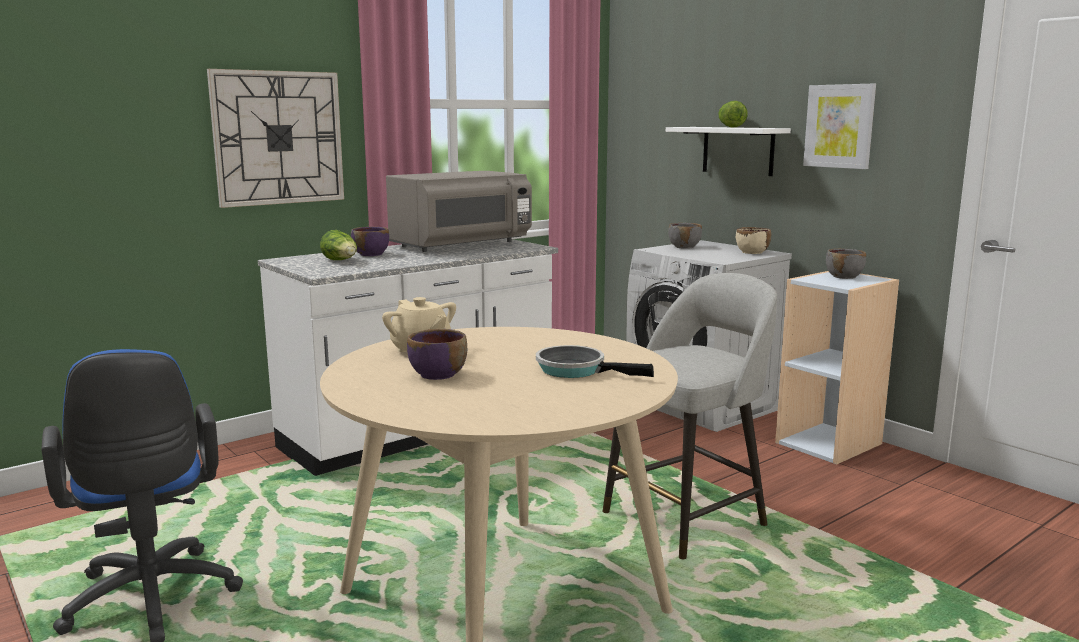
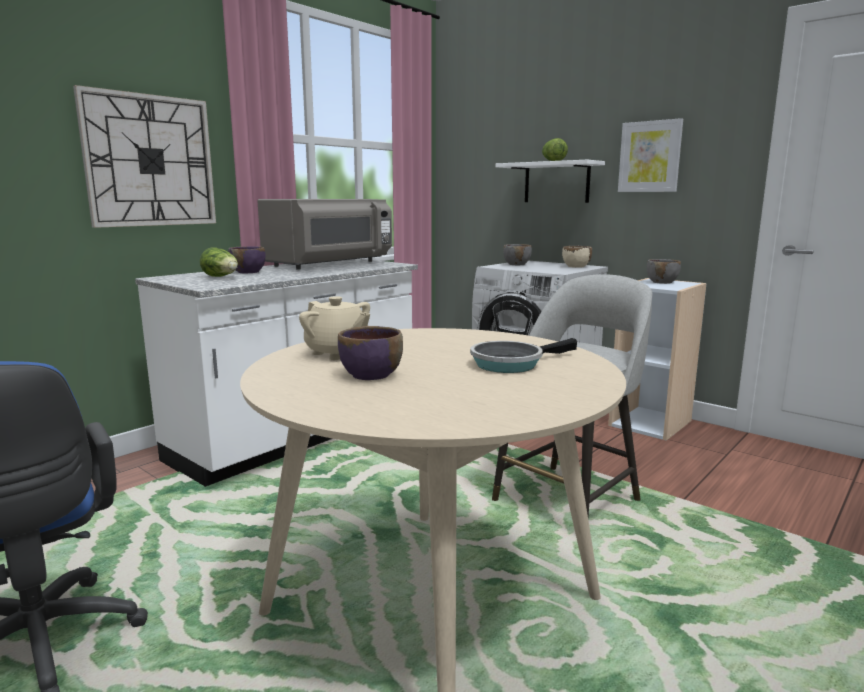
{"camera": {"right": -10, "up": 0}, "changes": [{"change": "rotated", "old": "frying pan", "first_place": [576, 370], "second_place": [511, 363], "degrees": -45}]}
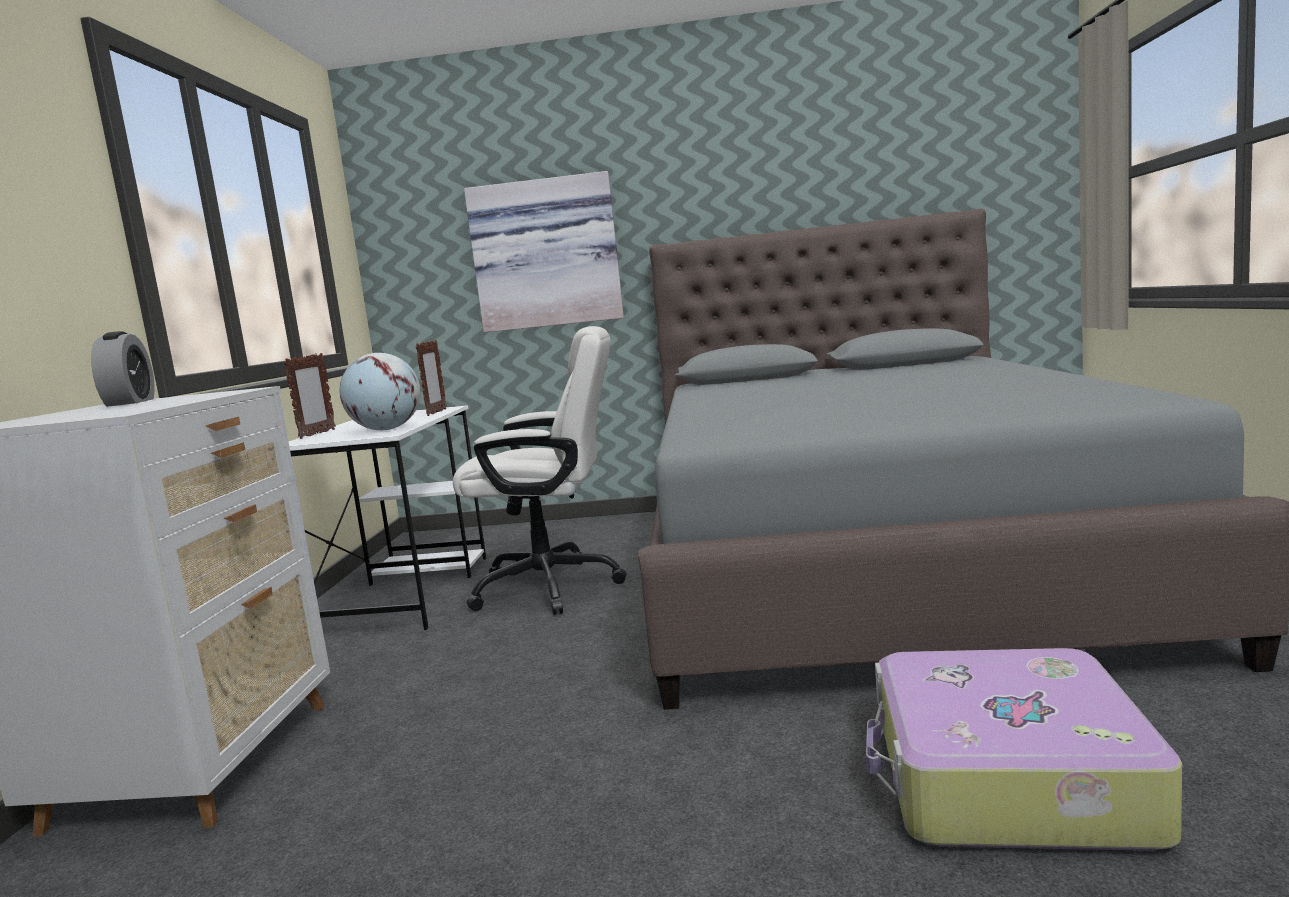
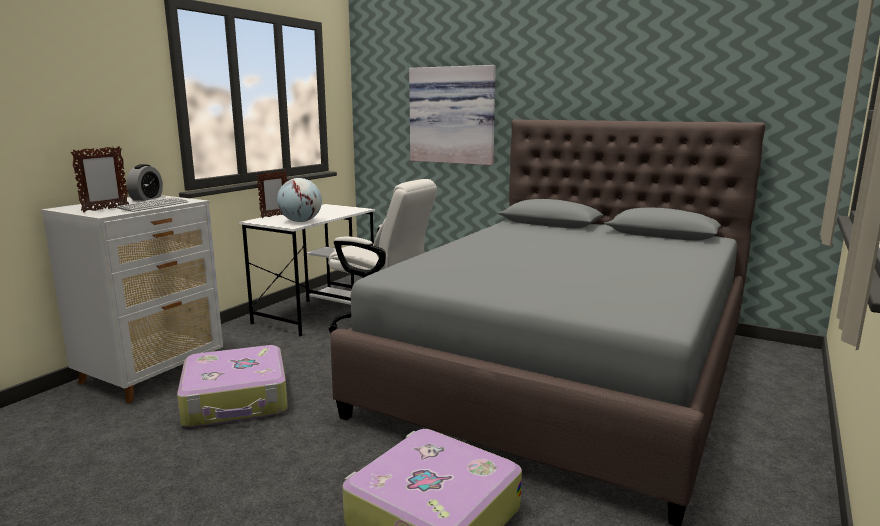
{"camera": {"right": 25, "up": 5}, "changes": [{"change": "shifted", "old": "picture frame", "first_place": [436, 412], "second_place": [105, 209]}, {"change": "new", "new": "keyboard", "second_place": [154, 206]}, {"change": "new", "new": "suitcase", "second_place": [237, 400]}]}
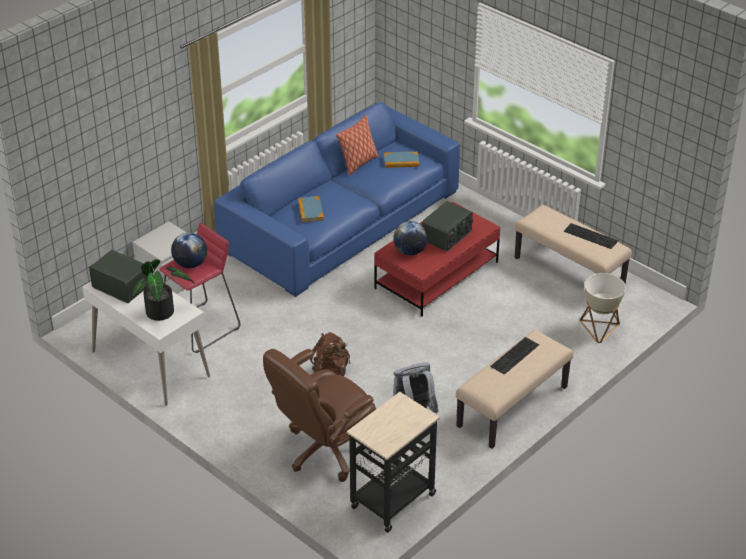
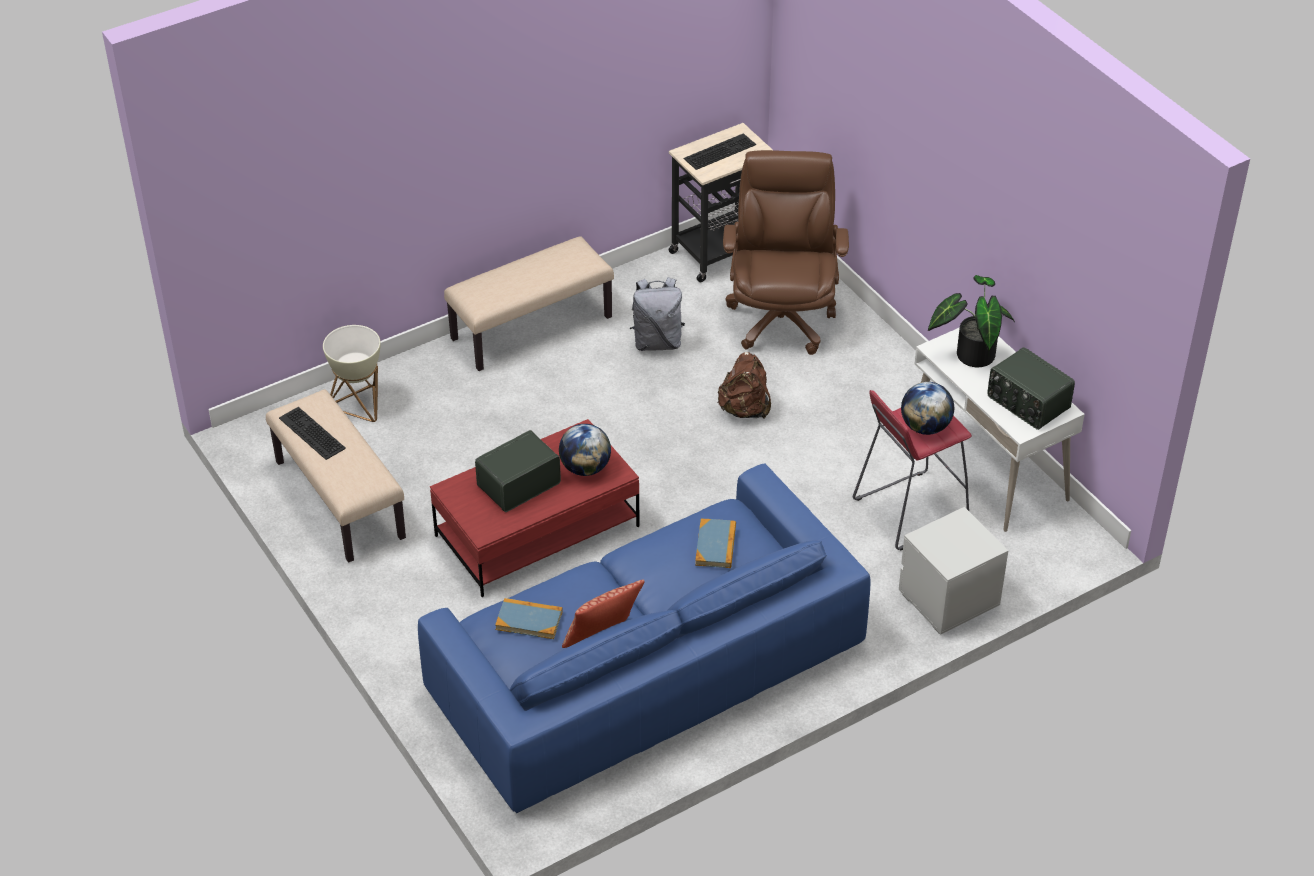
{"camera": {"right": -165, "up": 5}, "changes": [{"change": "shifted", "old": "keyboard", "first_place": [515, 356], "second_place": [719, 150]}, {"change": "rotated", "old": "brown office chair", "first_place": [323, 451], "second_place": [782, 318], "degrees": -60}]}
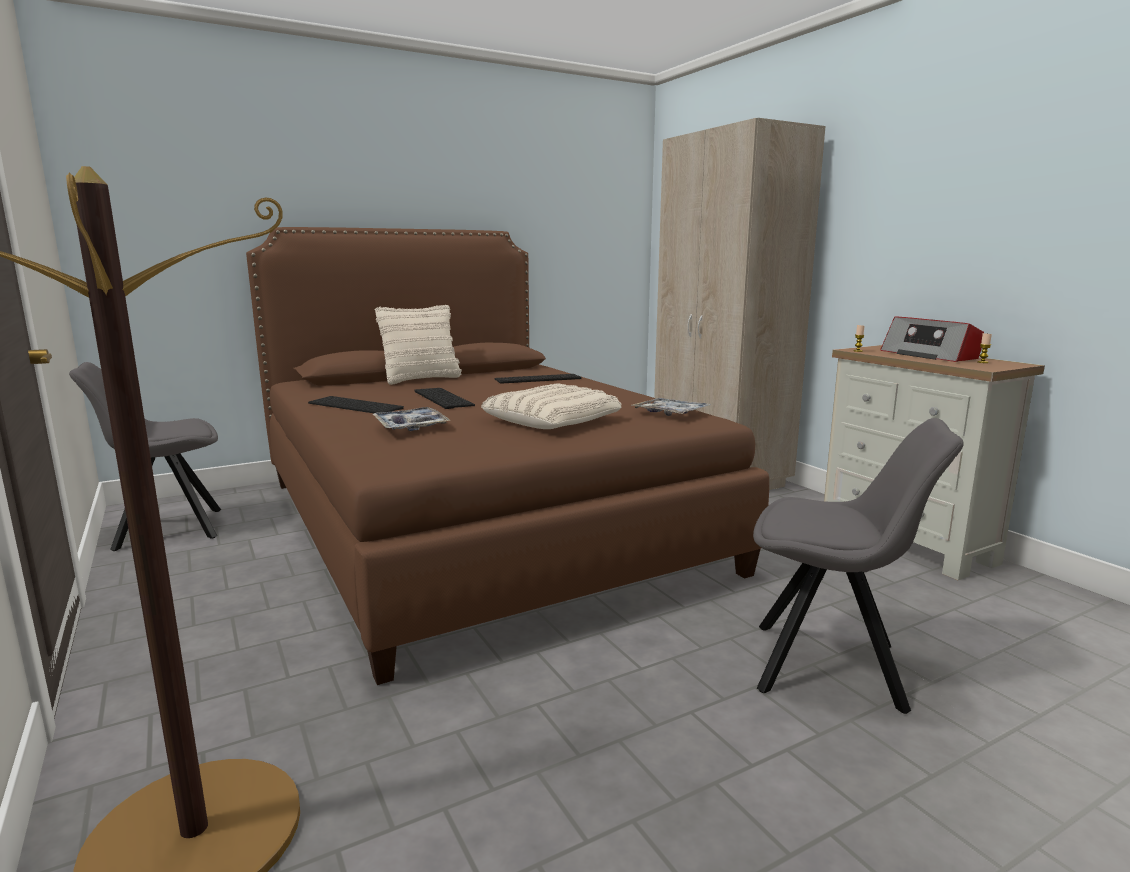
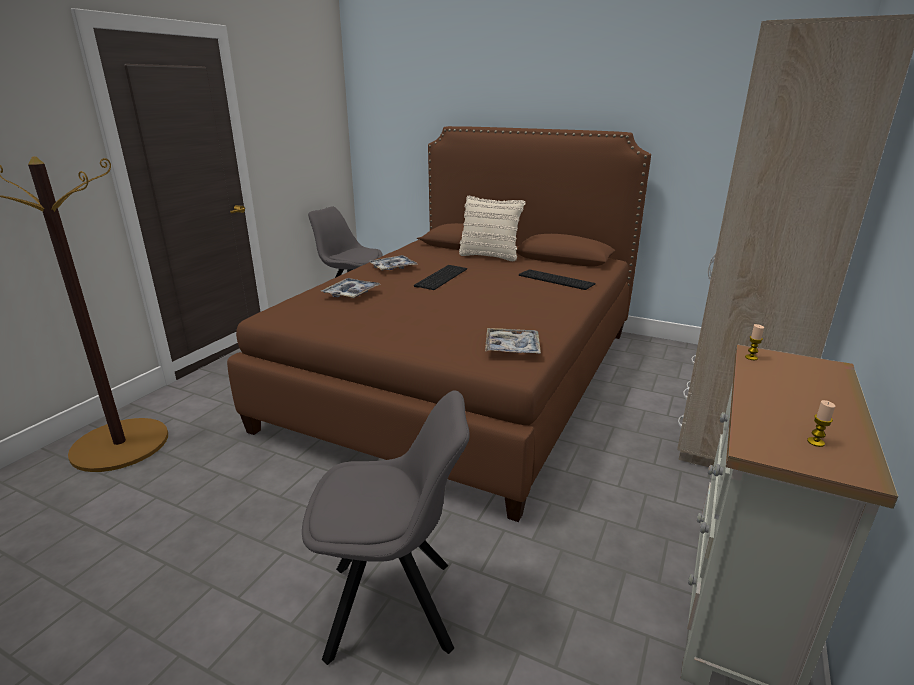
{"camera": {"right": 55, "up": 10}, "changes": [{"change": "gone", "old": "radio", "first_place": [930, 355]}, {"change": "gone", "old": "beige pillow", "first_place": [552, 421]}, {"change": "swapped", "old": "keyboard", "new": "tray", "first_place": [357, 405], "second_place": [393, 267]}, {"change": "rotated", "old": "grey chair", "first_place": [829, 667], "second_place": [392, 608], "degrees": -75}]}
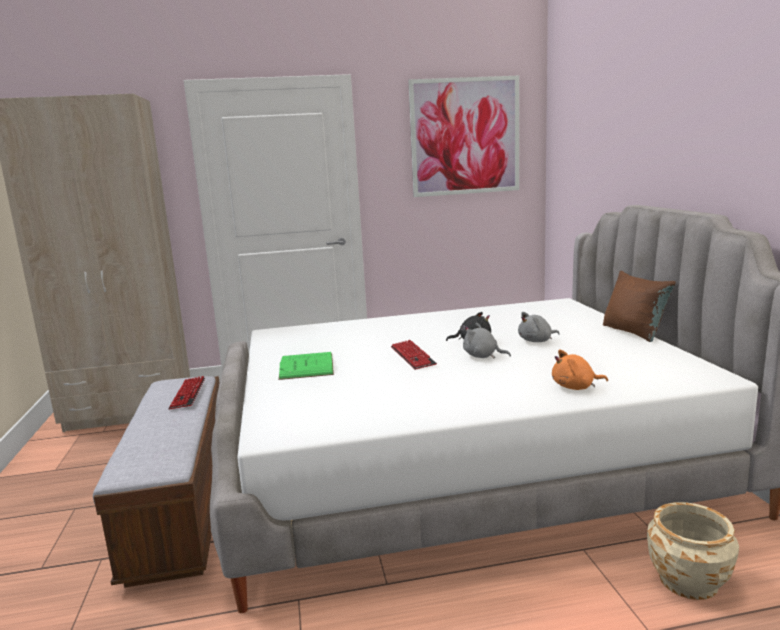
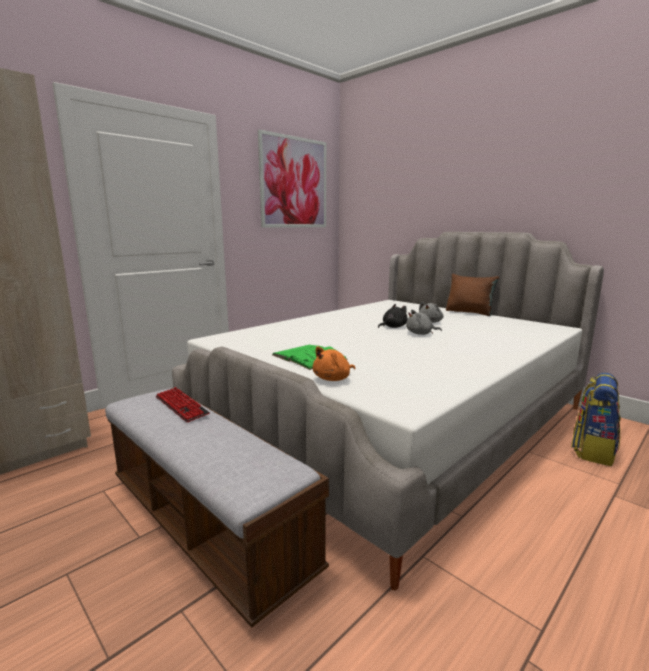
{"camera": {"right": -35, "up": 0}, "changes": [{"change": "gone", "old": "keyboard", "first_place": [412, 356]}, {"change": "shifted", "old": "orange plush toy", "first_place": [575, 387], "second_place": [333, 379]}, {"change": "swapped", "old": "beige planter", "new": "backpack", "first_place": [688, 580], "second_place": [592, 450]}]}
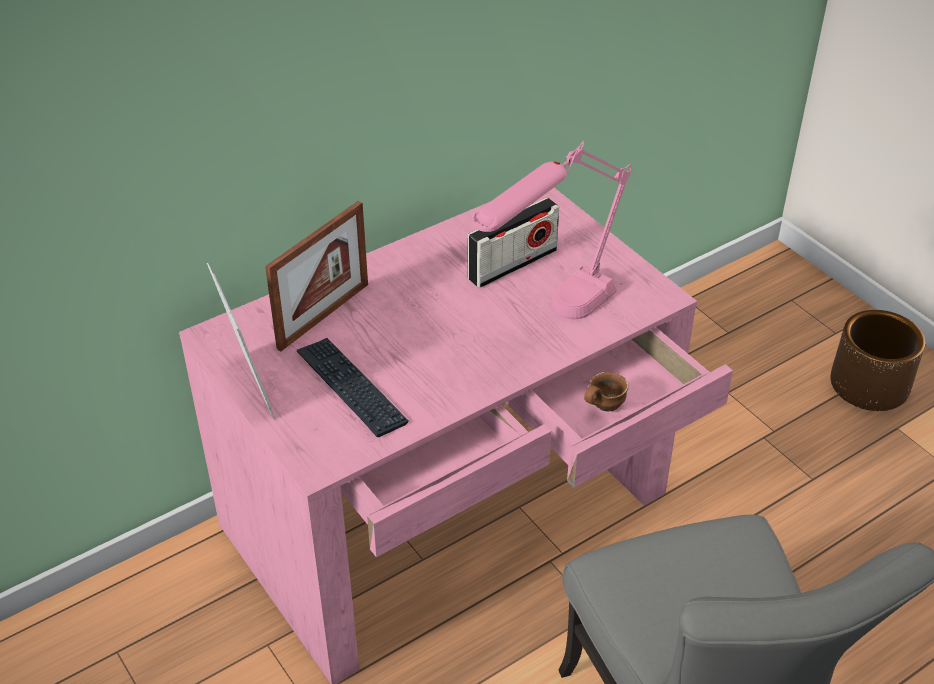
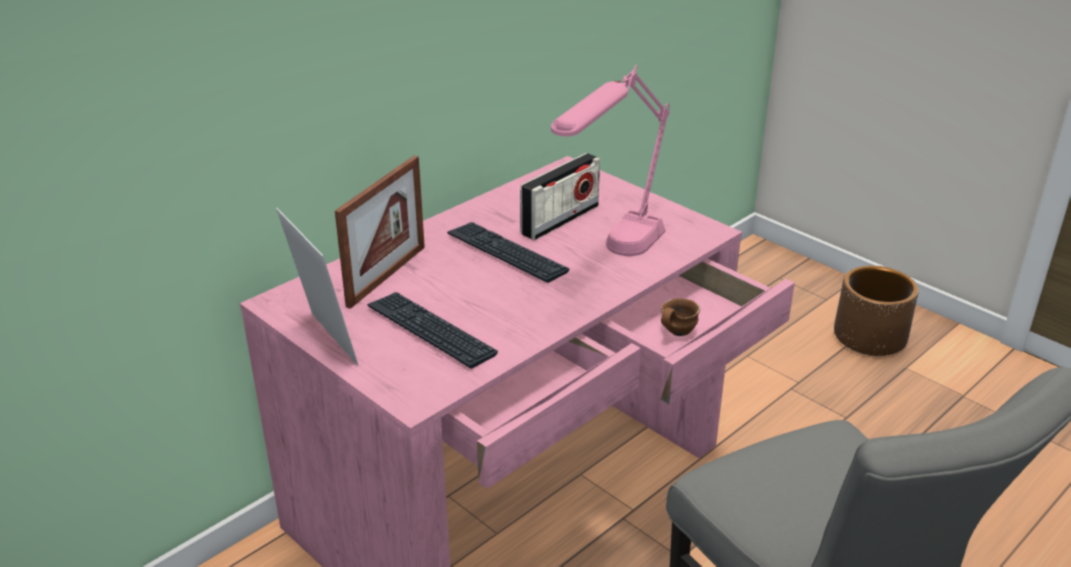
{"camera": {"right": -10, "up": -10}, "changes": [{"change": "new", "new": "keyboard", "second_place": [506, 253]}]}
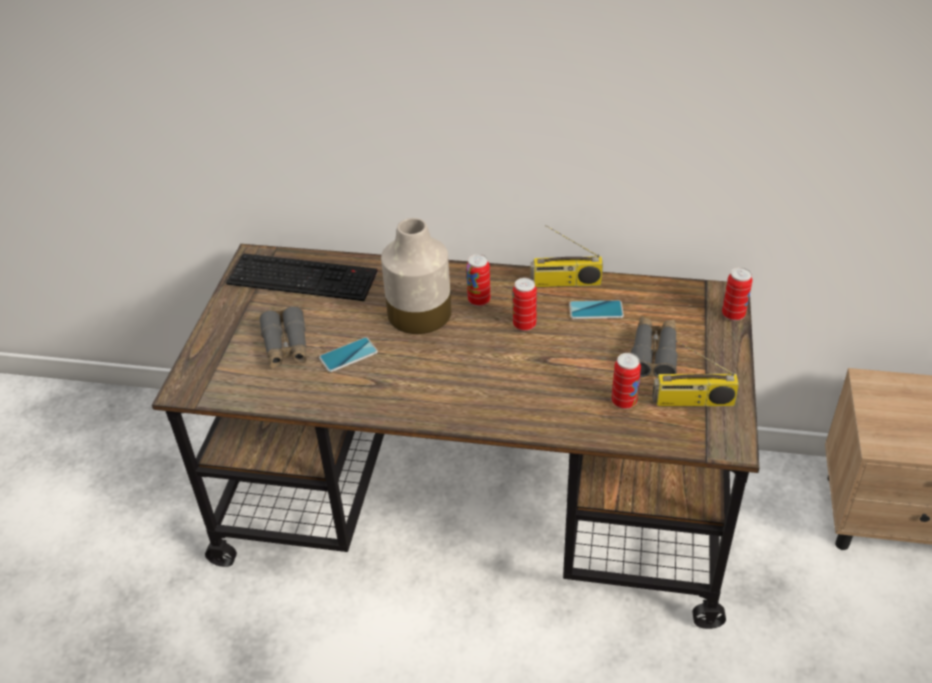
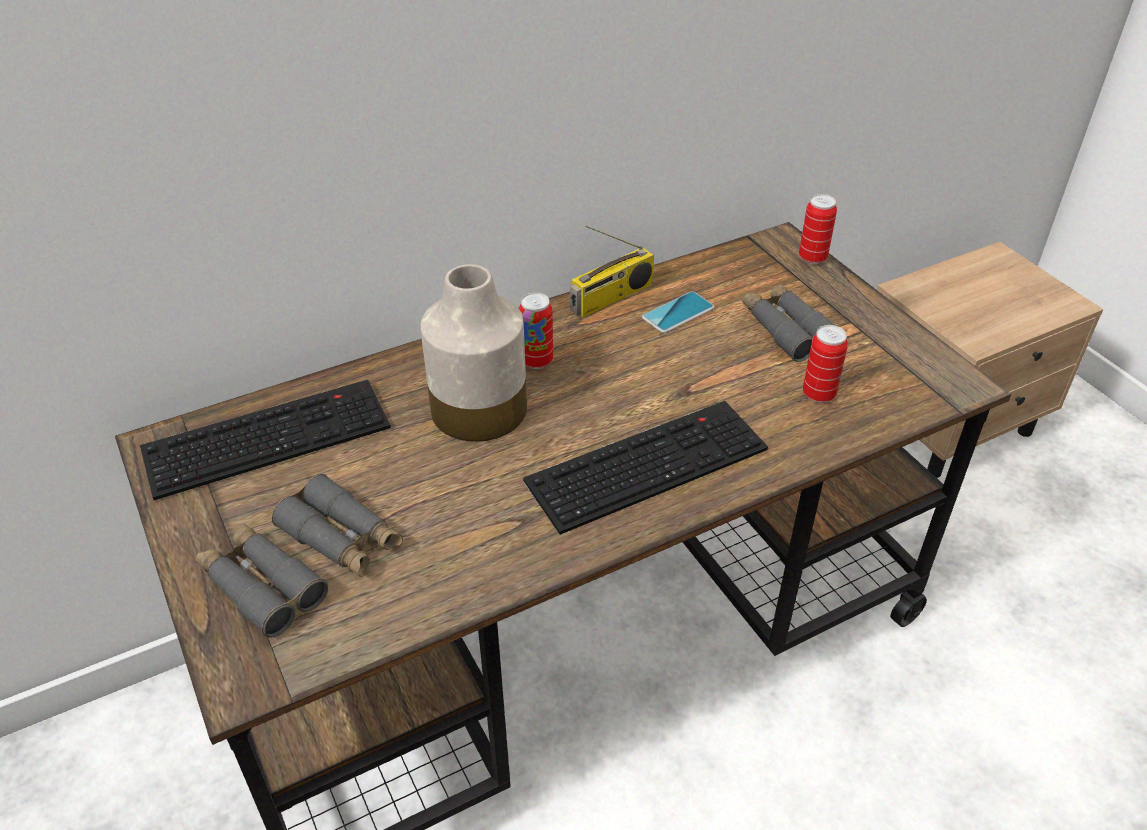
{"camera": {"right": -40, "up": 0}, "changes": [{"change": "gone", "old": "can", "first_place": [524, 325]}, {"change": "gone", "old": "phone", "first_place": [348, 355]}, {"change": "gone", "old": "radio", "first_place": [692, 401]}, {"change": "new", "new": "keyboard", "second_place": [647, 462]}, {"change": "new", "new": "grey binoculars", "second_place": [262, 587]}]}
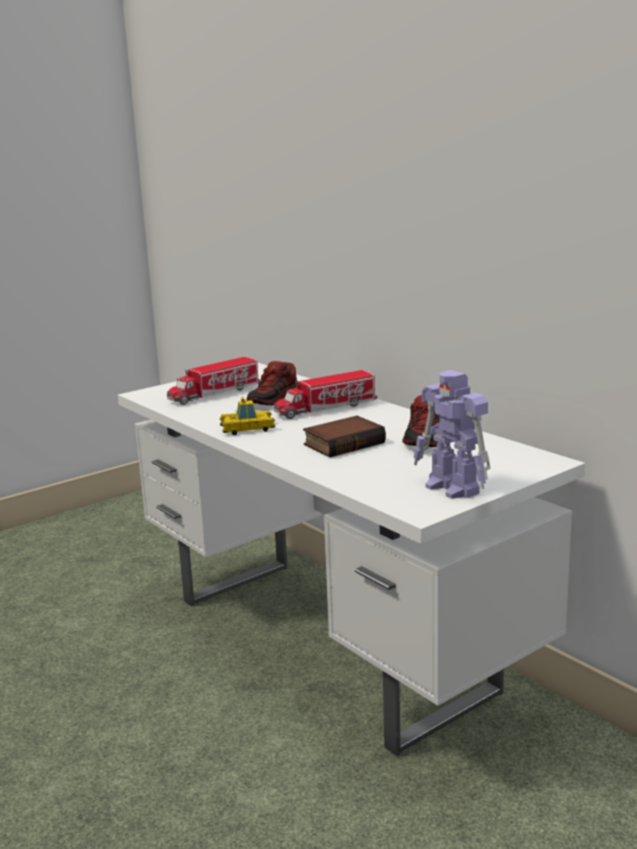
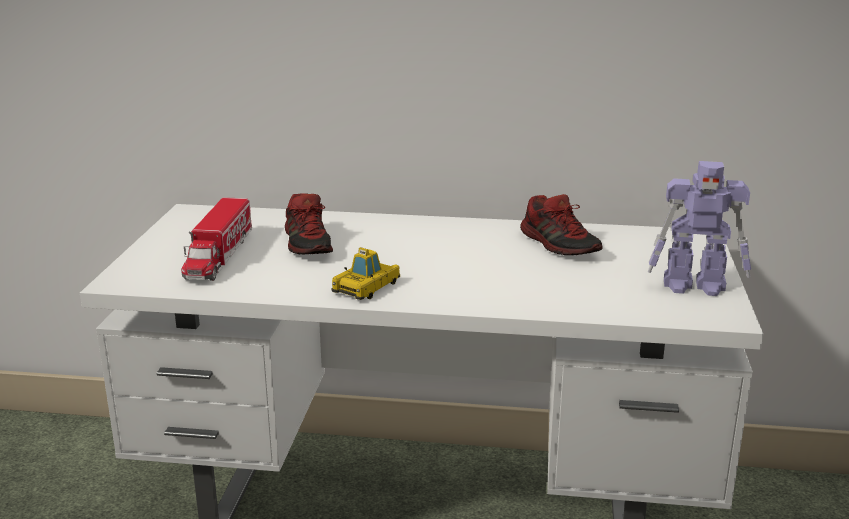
{"camera": {"right": -45, "up": 5}, "changes": [{"change": "gone", "old": "toy truck", "first_place": [326, 408]}, {"change": "gone", "old": "book", "first_place": [344, 443]}]}
